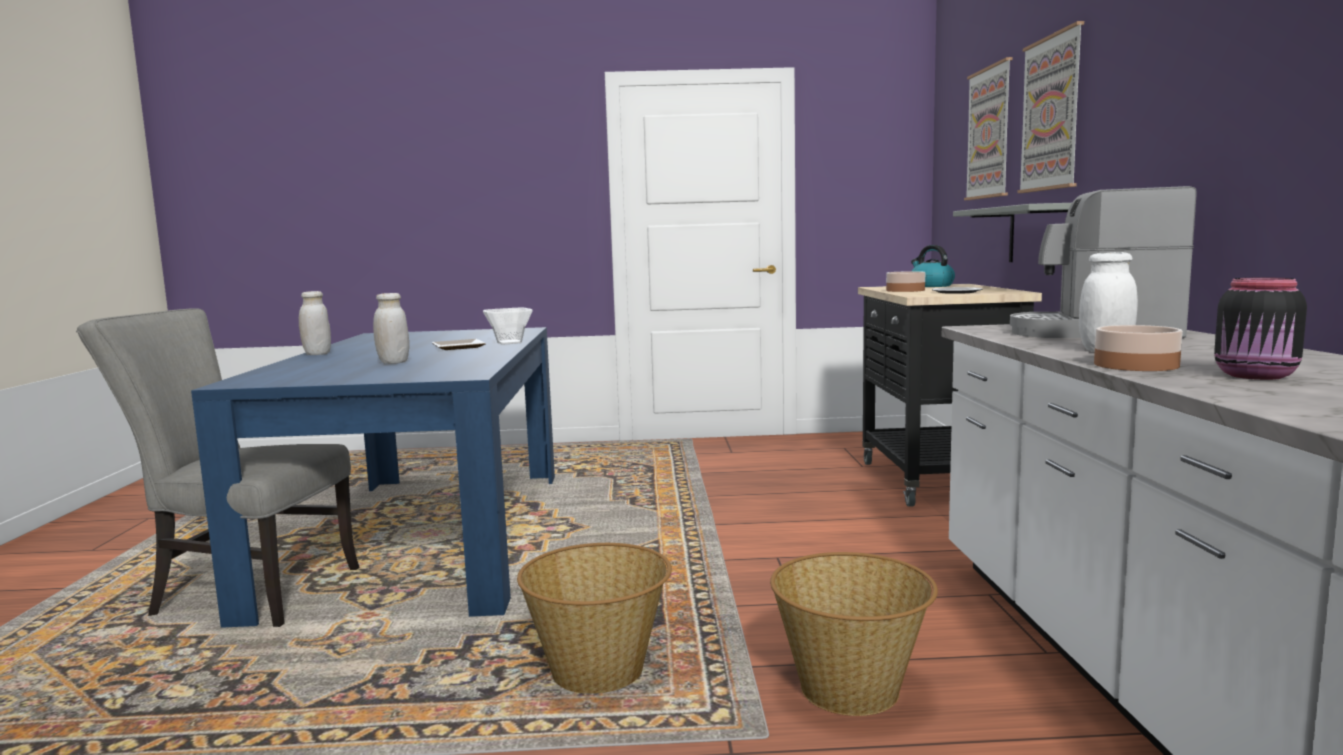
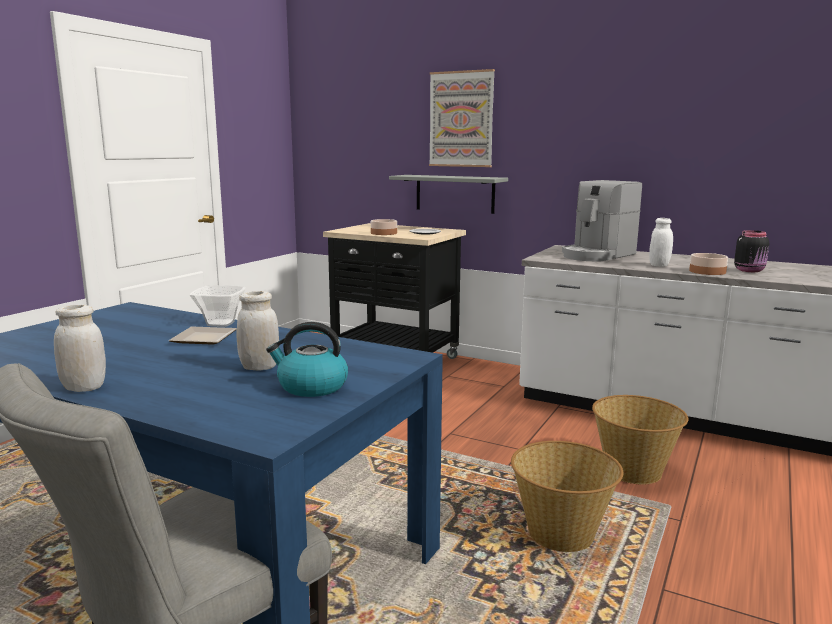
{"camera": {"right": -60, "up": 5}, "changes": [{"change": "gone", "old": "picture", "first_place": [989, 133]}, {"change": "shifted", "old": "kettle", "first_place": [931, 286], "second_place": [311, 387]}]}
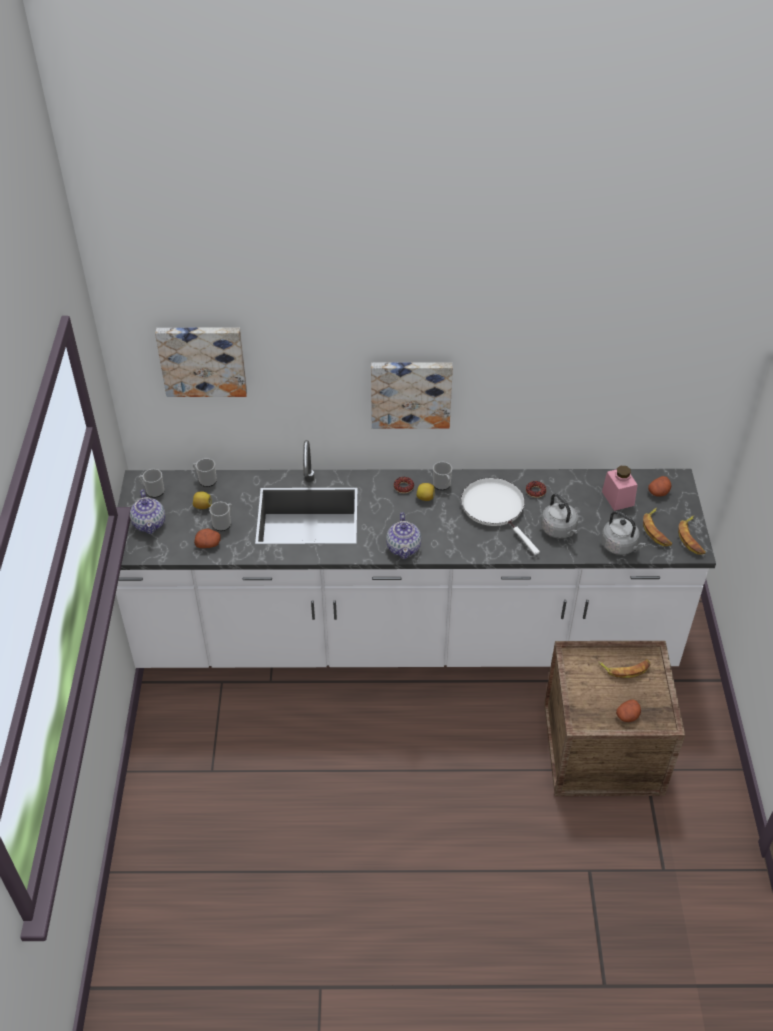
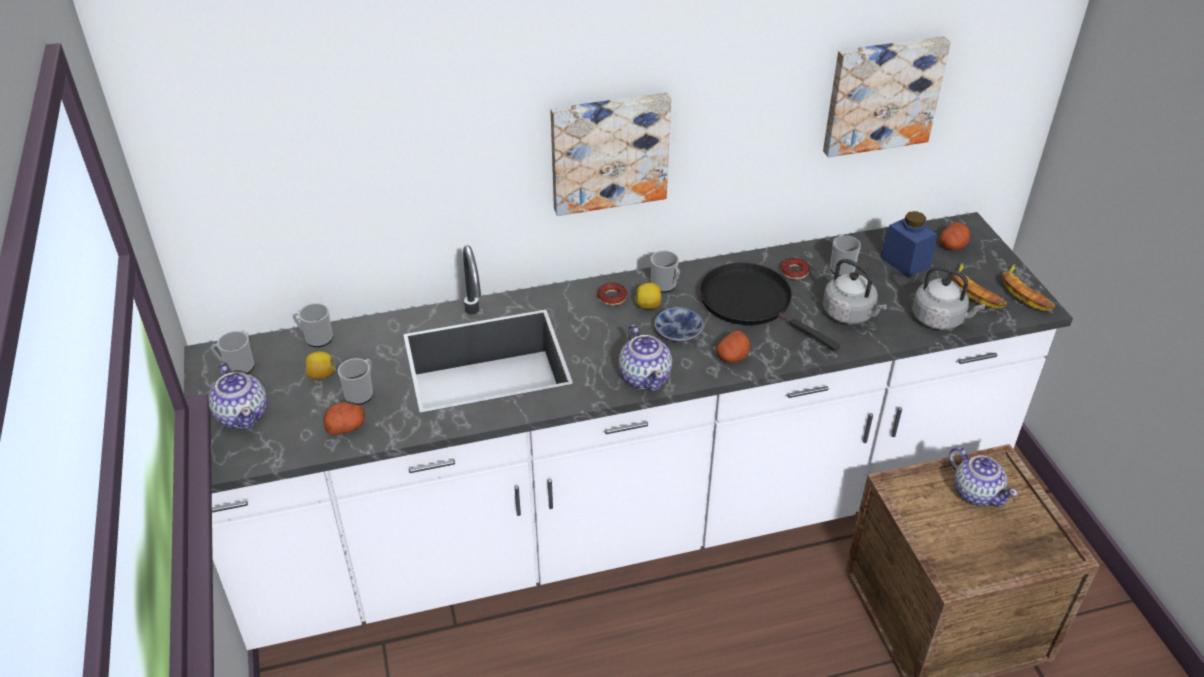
{"camera": {"right": -15, "up": -5}, "changes": [{"change": "shifted", "old": "picture", "first_place": [202, 359], "second_place": [881, 94]}, {"change": "repainted", "old": "pink jar", "new": "blue jar", "first_place": [618, 498], "second_place": [905, 262]}, {"change": "repainted", "old": "white frying pan", "new": "black frying pan", "first_place": [495, 509], "second_place": [751, 302]}, {"change": "swapped", "old": "banana", "new": "teapot", "first_place": [625, 669], "second_place": [976, 492]}, {"change": "shifted", "old": "potato", "first_place": [627, 716], "second_place": [732, 357]}, {"change": "new", "new": "mug", "second_place": [841, 267]}, {"change": "new", "new": "bowl", "second_place": [677, 331]}]}
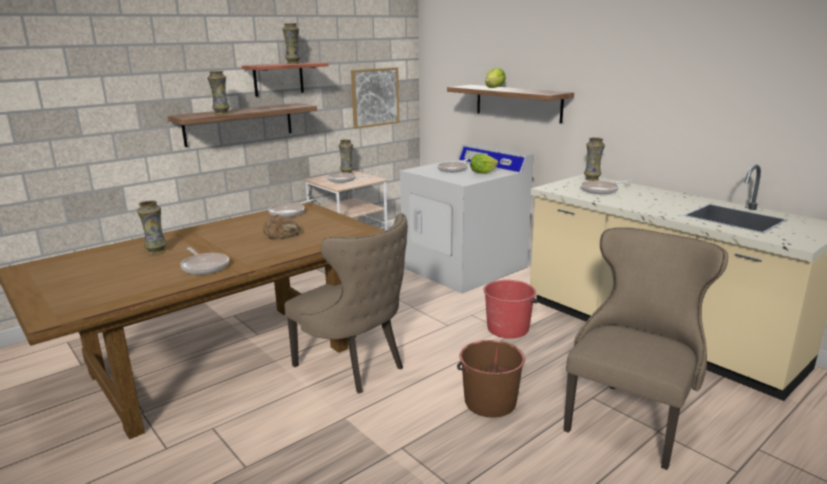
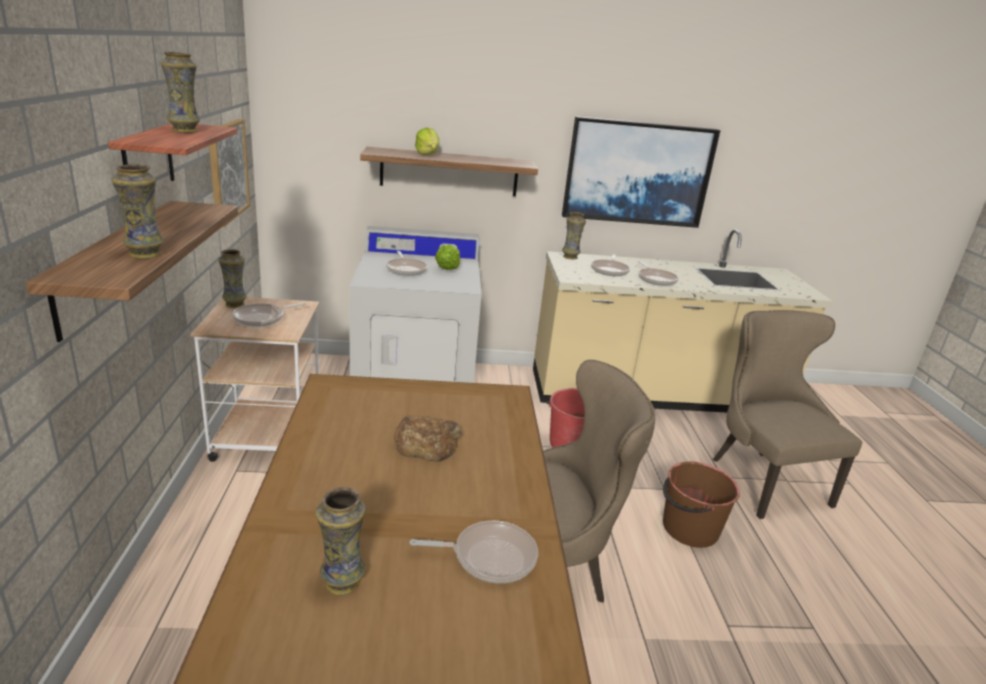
{"camera": {"right": -55, "up": 5}, "changes": [{"change": "shifted", "old": "frying pan", "first_place": [289, 213], "second_place": [656, 279]}, {"change": "new", "new": "picture", "second_place": [637, 173]}]}
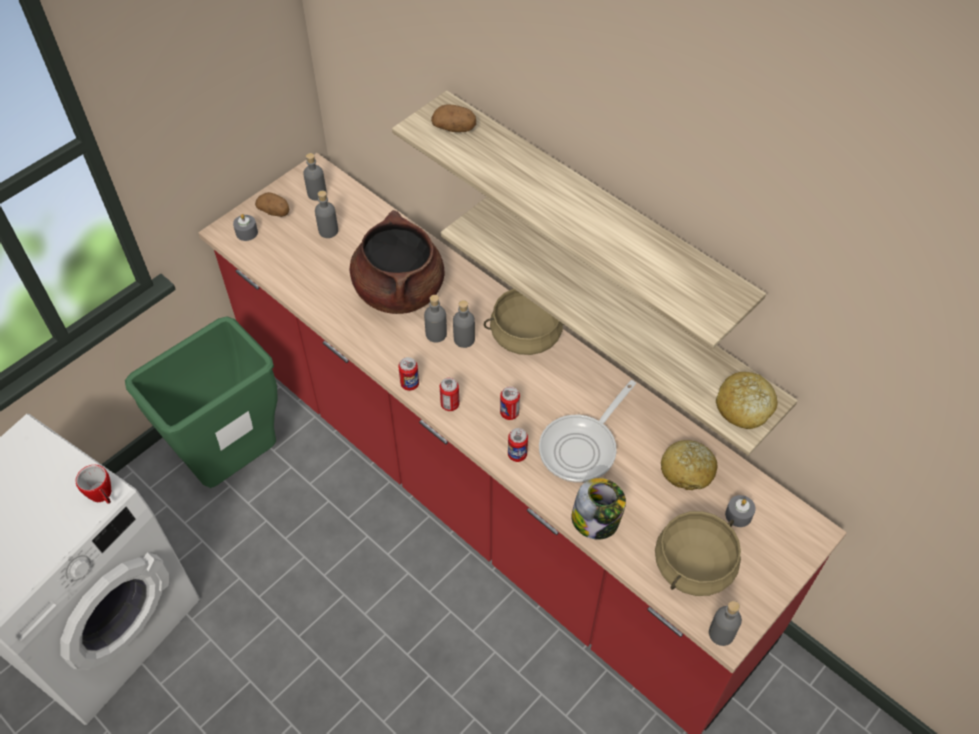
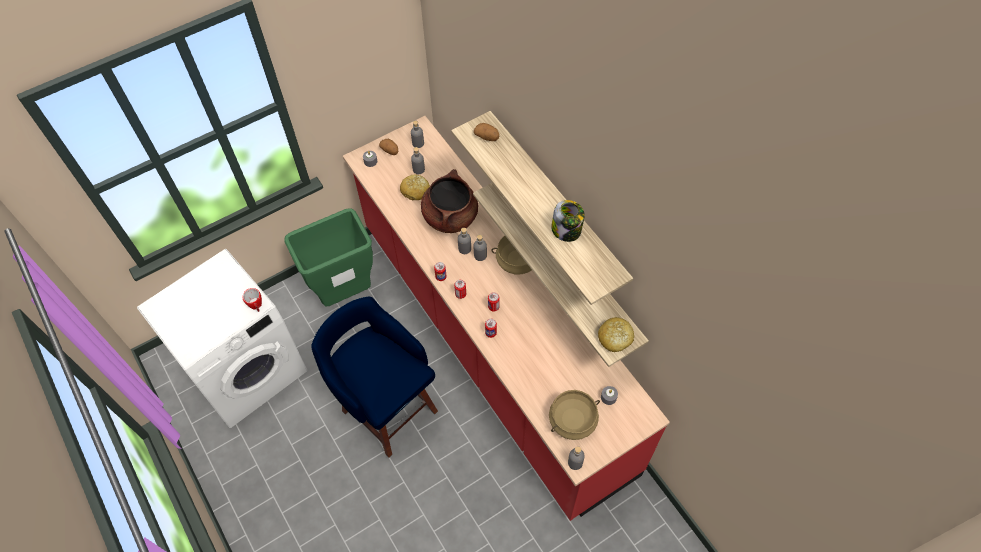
{"camera": {"right": 15, "up": 5}, "changes": [{"change": "gone", "old": "frying pan", "first_place": [582, 447]}, {"change": "shifted", "old": "bread", "first_place": [687, 470], "second_place": [415, 191]}, {"change": "shifted", "old": "jar", "first_place": [596, 521], "second_place": [566, 230]}, {"change": "new", "new": "blue stool", "second_place": [387, 408]}]}
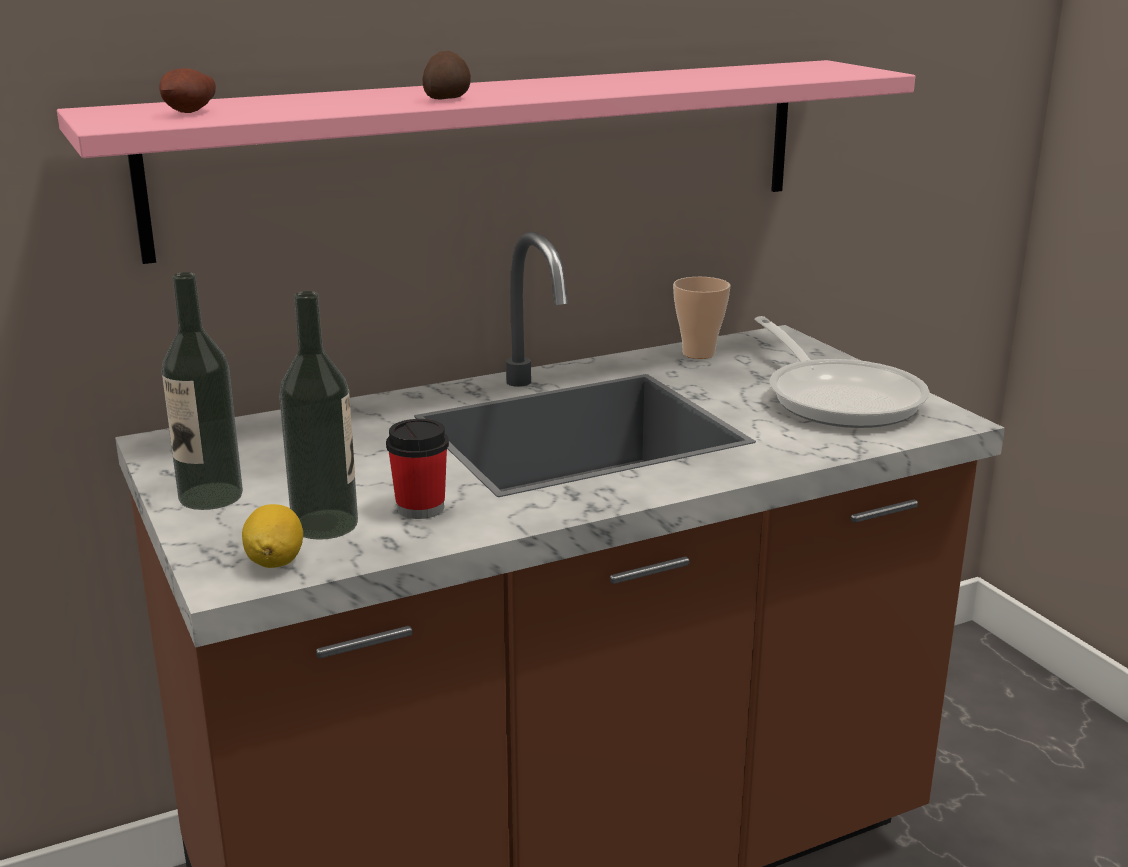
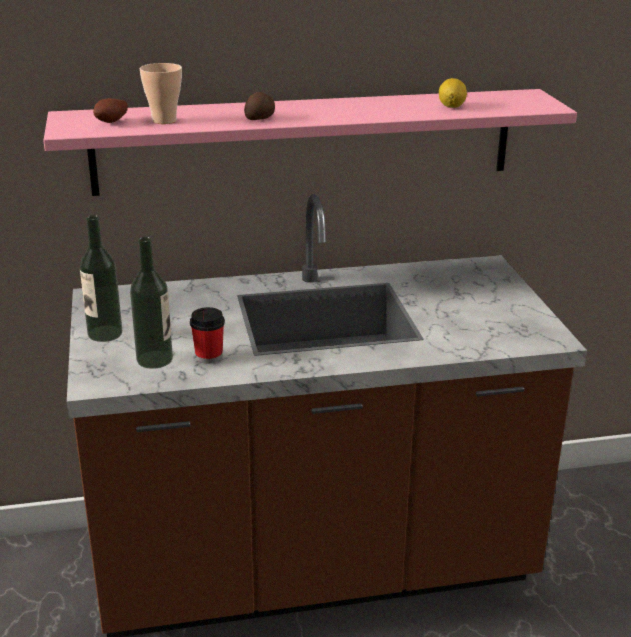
{"camera": {"right": 15, "up": 5}, "changes": [{"change": "shifted", "old": "cup", "first_place": [698, 353], "second_place": [164, 120]}, {"change": "gone", "old": "frying pan", "first_place": [838, 397]}, {"change": "shifted", "old": "lemon", "first_place": [275, 561], "second_place": [451, 106]}]}
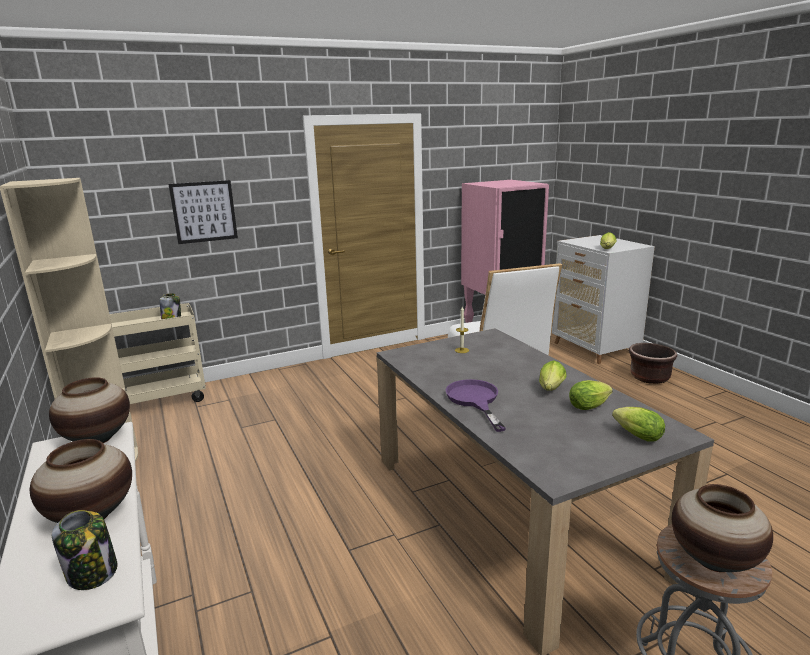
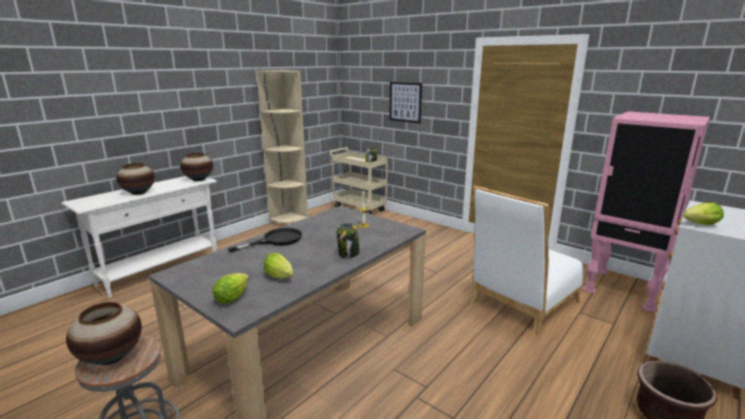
{"camera": {"right": 65, "up": 0}, "changes": [{"change": "gone", "old": "lettuce", "first_place": [550, 390]}, {"change": "repainted", "old": "purple frying pan", "new": "black frying pan", "first_place": [475, 400], "second_place": [276, 240]}, {"change": "shifted", "old": "jar", "first_place": [93, 573], "second_place": [348, 254]}]}
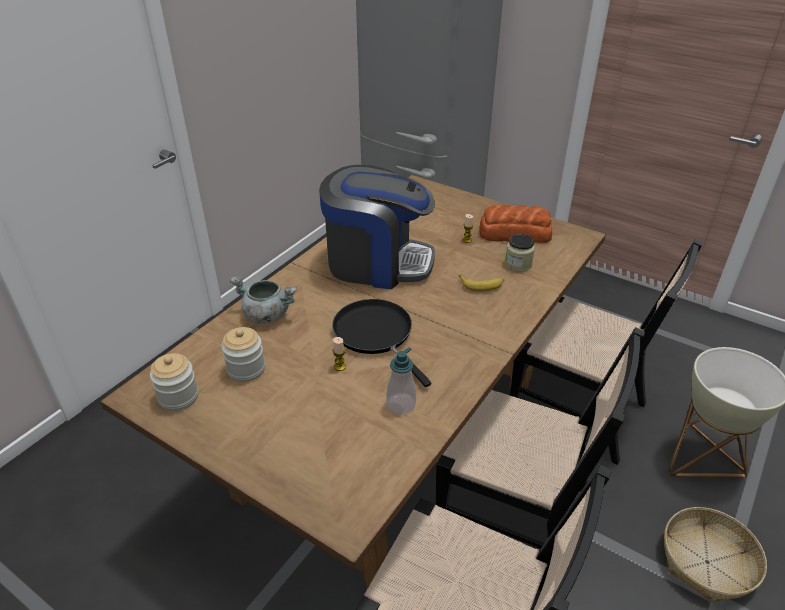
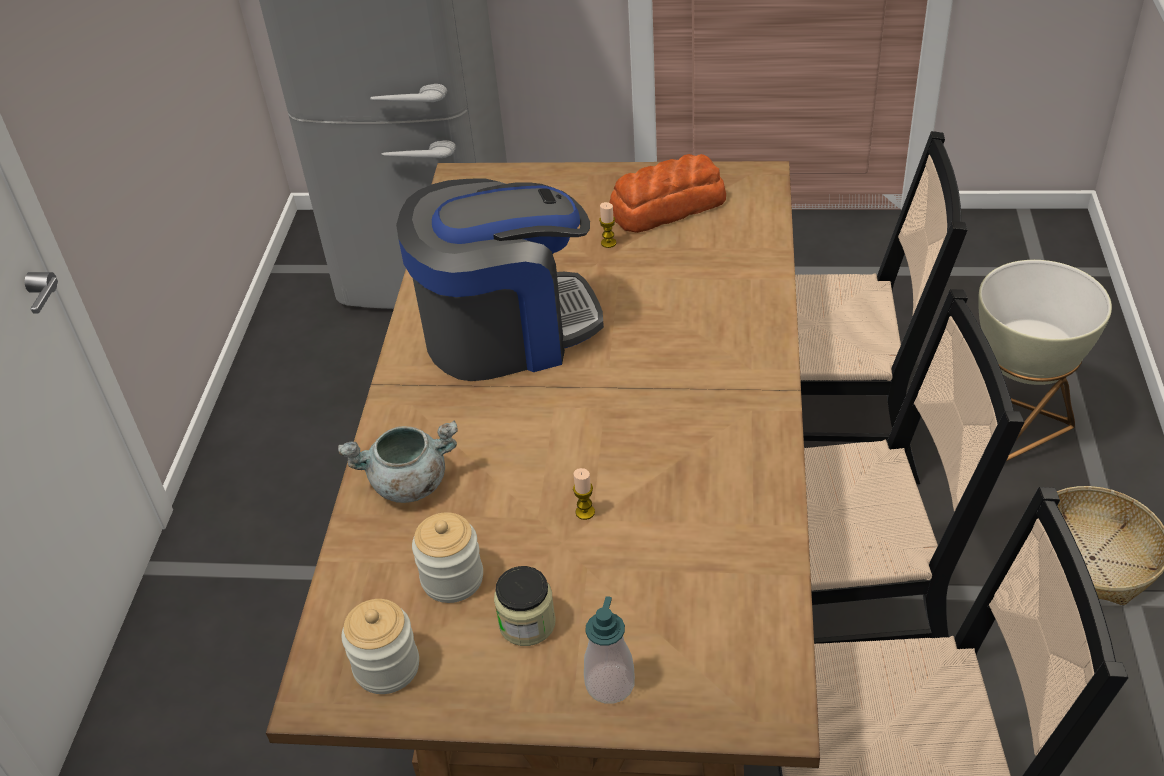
{"camera": {"right": -25, "up": 5}, "changes": [{"change": "shifted", "old": "jar", "first_place": [518, 264], "second_place": [527, 623]}, {"change": "gone", "old": "banana", "first_place": [482, 285]}, {"change": "gone", "old": "black frying pan", "first_place": [376, 334]}, {"change": "shifted", "old": "soap dispenser", "first_place": [401, 404], "second_place": [610, 684]}]}
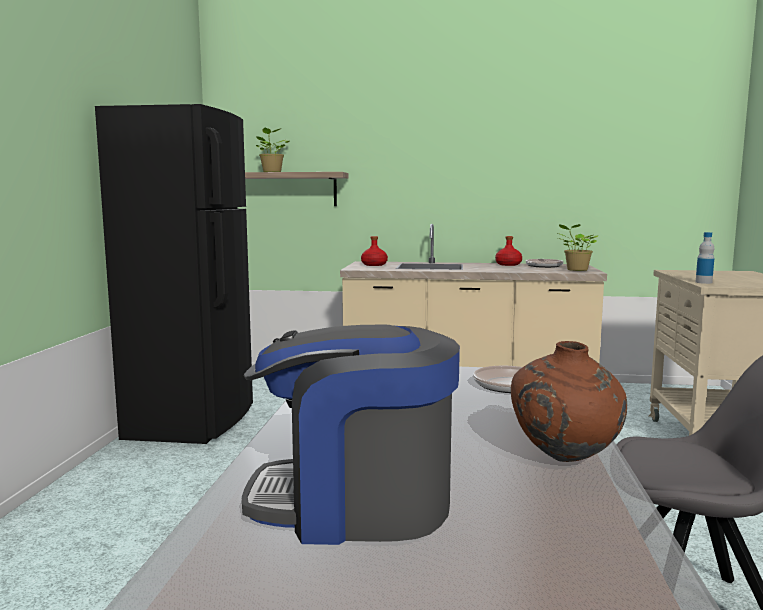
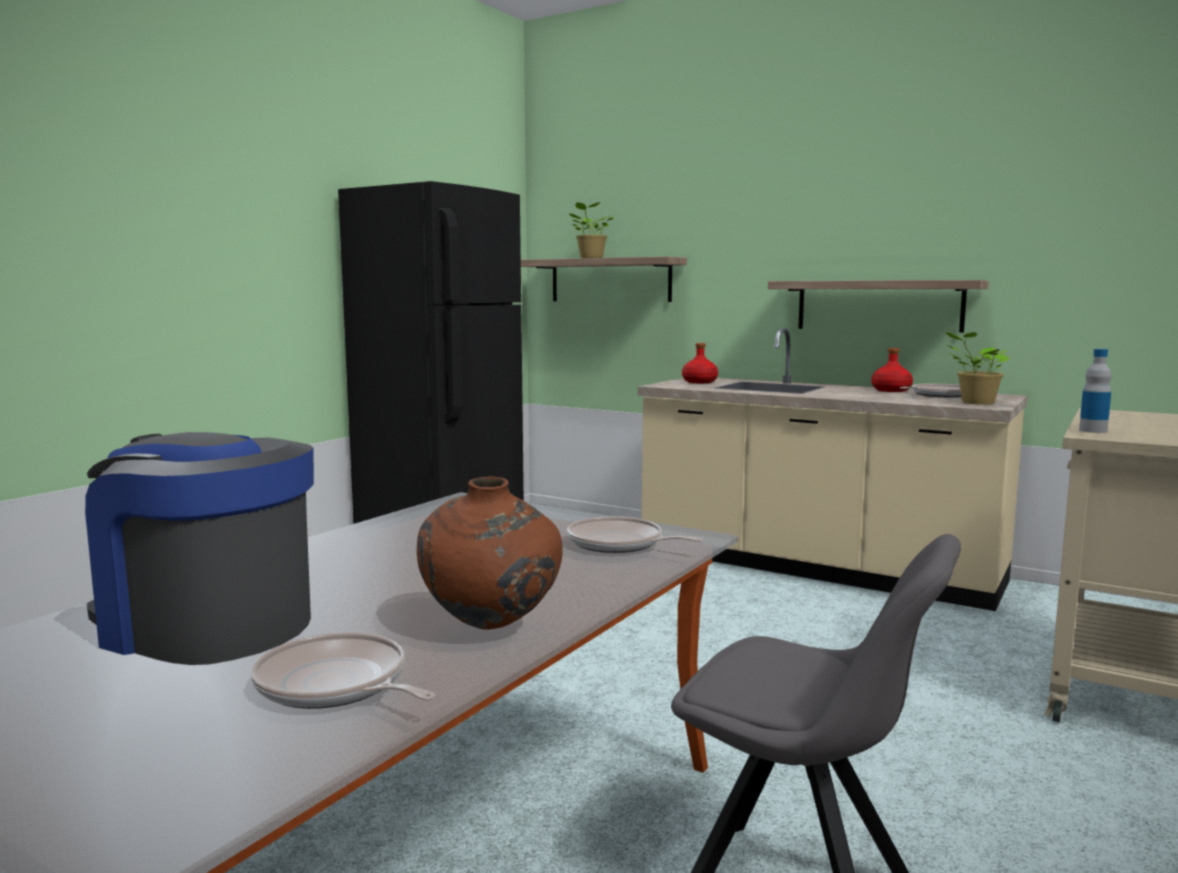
{"camera": {"right": 25, "up": 0}, "changes": [{"change": "new", "new": "shelf", "second_place": [878, 305]}, {"change": "new", "new": "frying pan", "second_place": [336, 685]}]}
